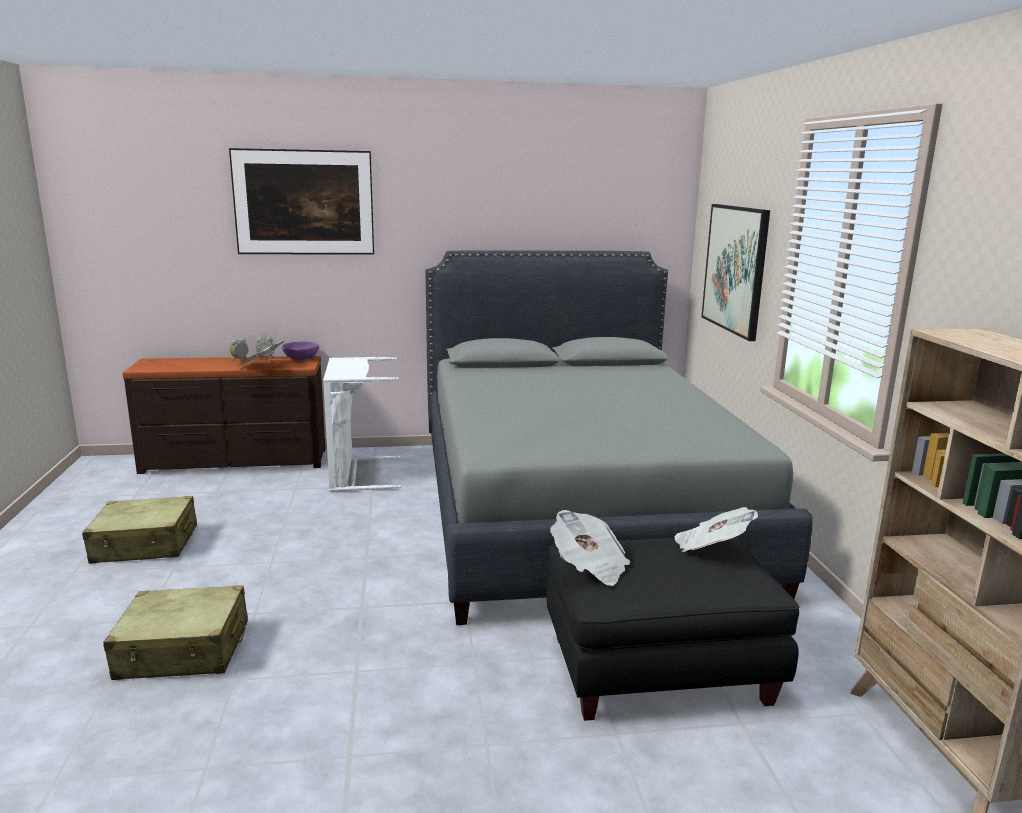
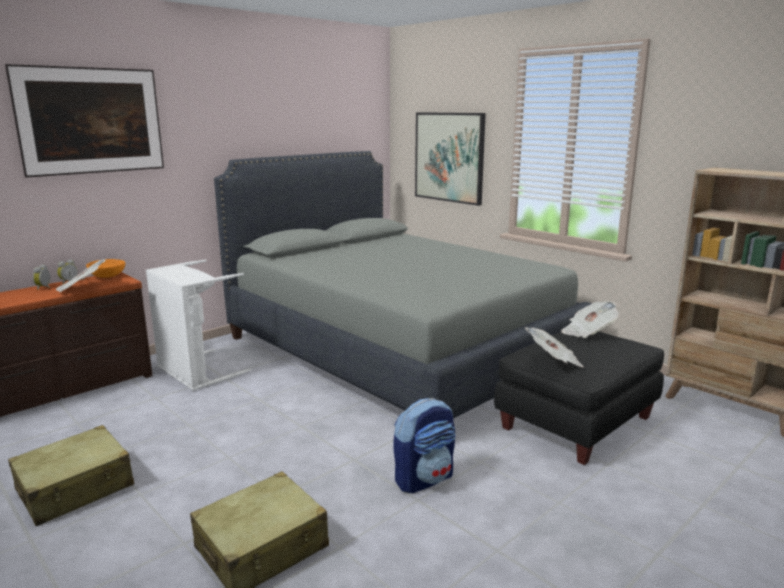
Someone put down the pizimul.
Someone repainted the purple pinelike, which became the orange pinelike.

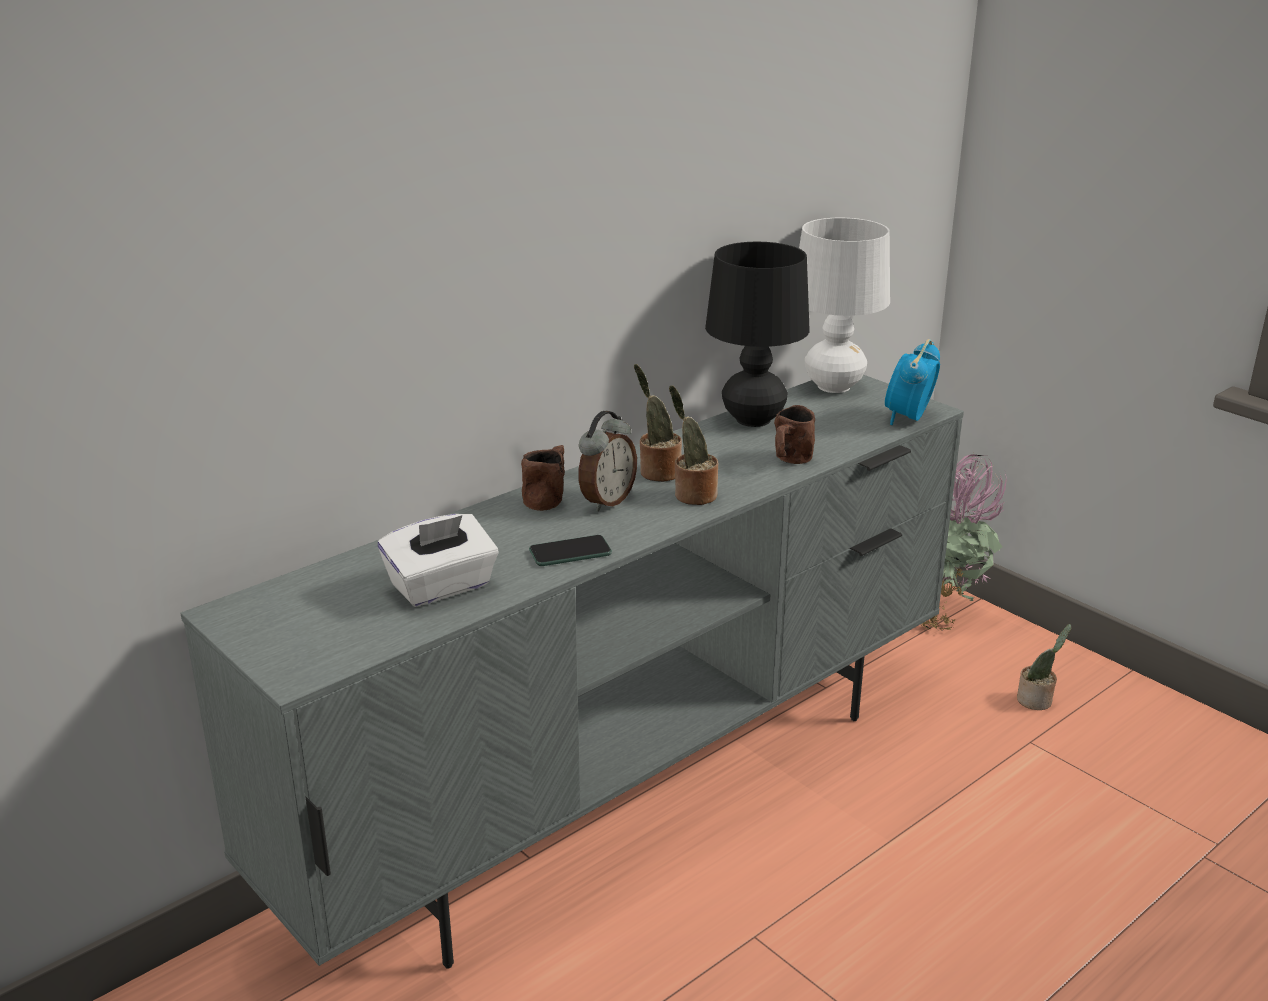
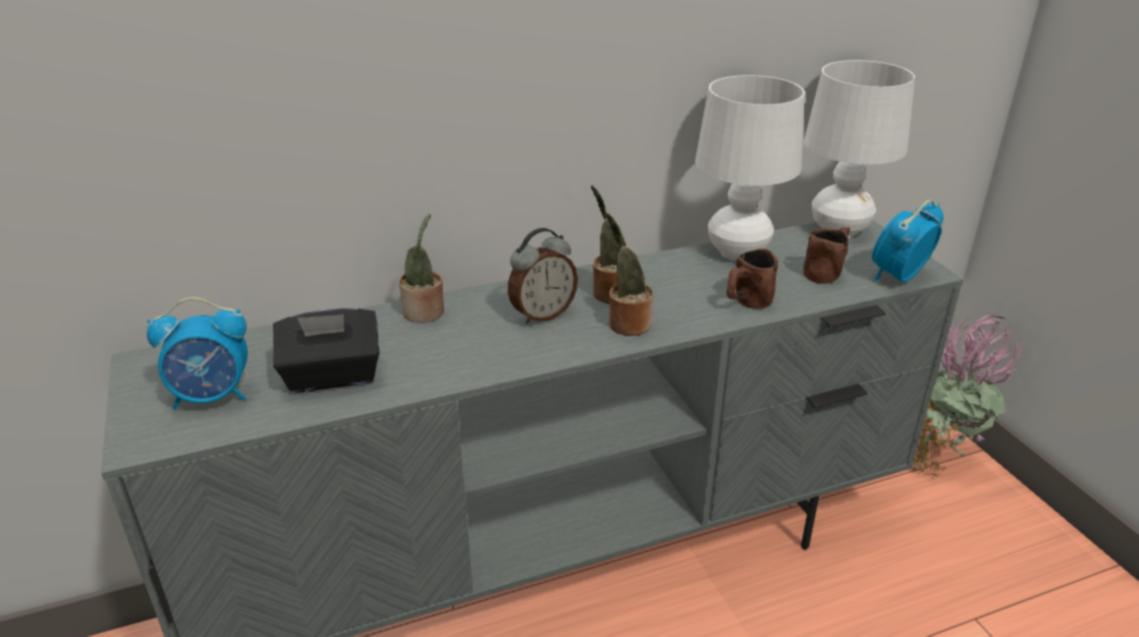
Someone took away the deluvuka.
Someone put down the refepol (no. 1 from left).
Someone carried the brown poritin (no. 1 from left in the first image).
Someone carried the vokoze (no. 4 from left in the first image).
Someone repainted the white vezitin, which became the black vezitin.
Someone repainted the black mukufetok, which became the white mukufetok (no. 1 from left).

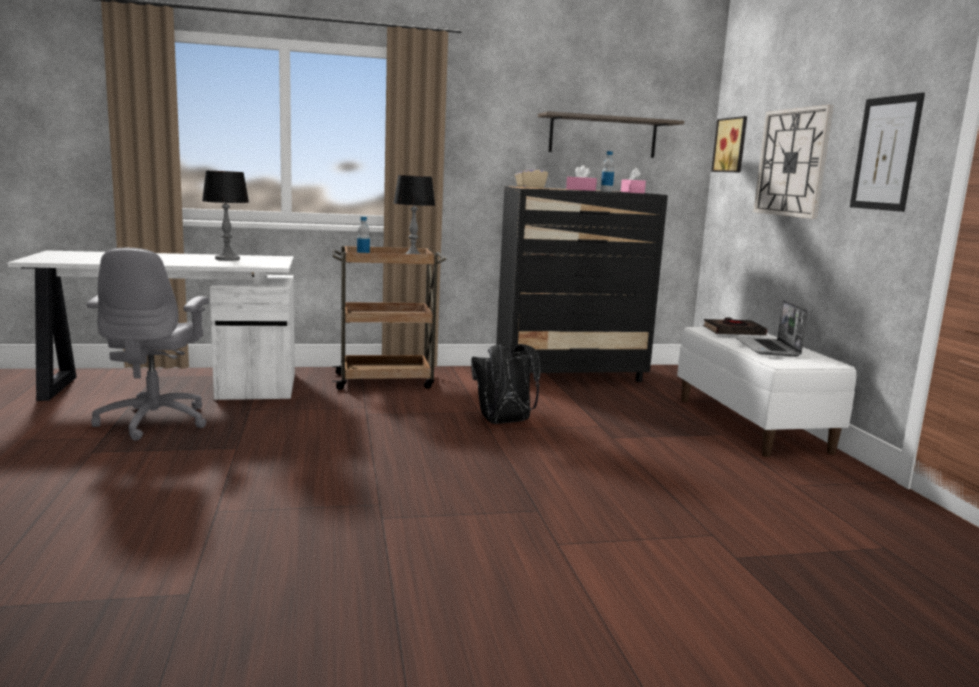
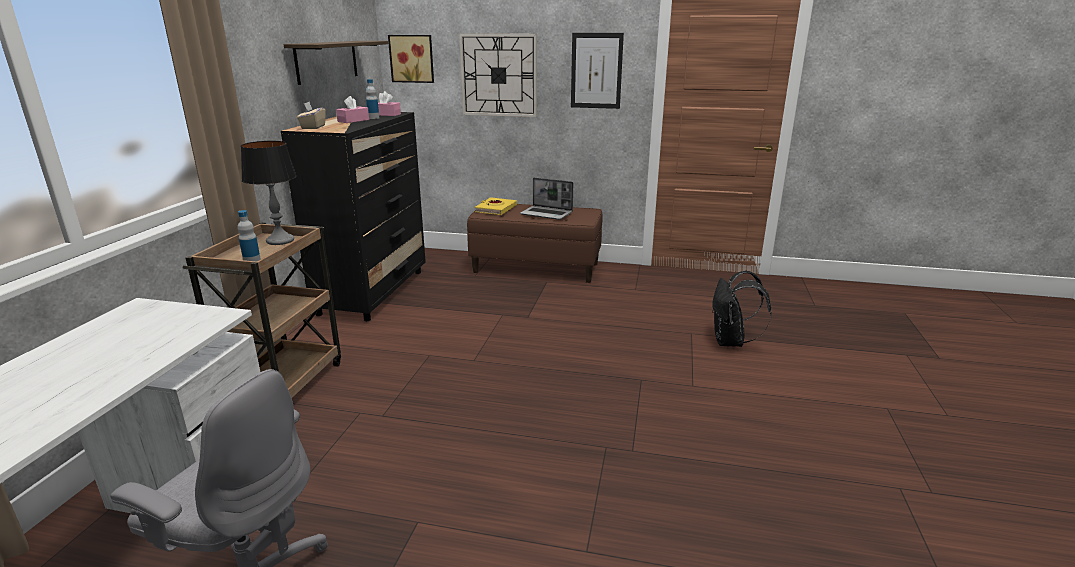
Someone took away the mukufetok (no. 1 from left).
Someone carried the black pizimul.
Someone repainted the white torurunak, which became the brown torurunak.
Someone repainted the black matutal, which became the yellow matutal.

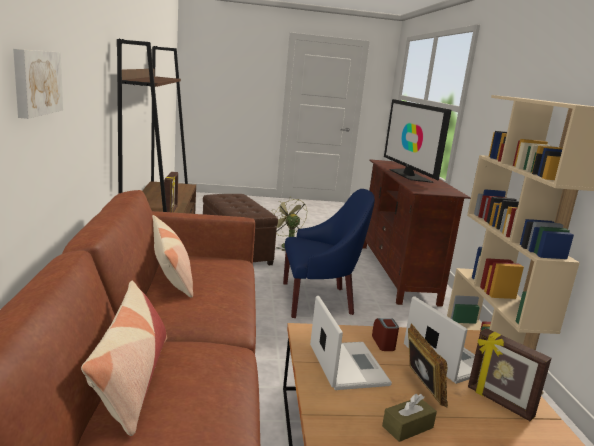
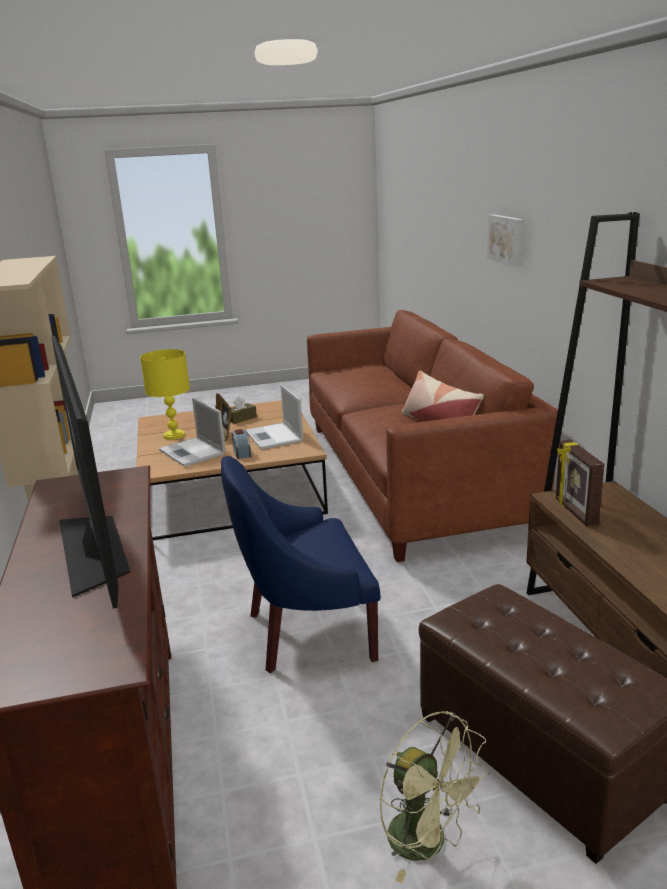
Someone took away the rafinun (no. 1 from left).
Someone swapped the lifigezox (no. 3 from left) for the yellow mukufetok.

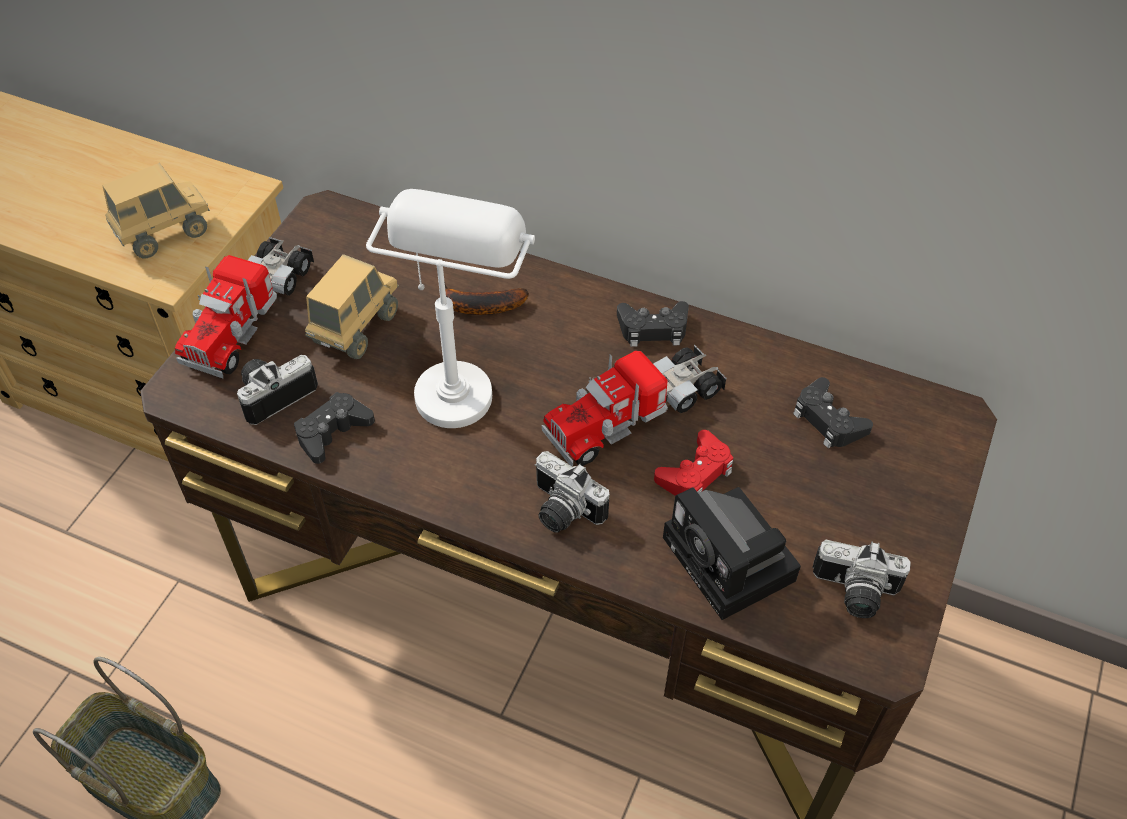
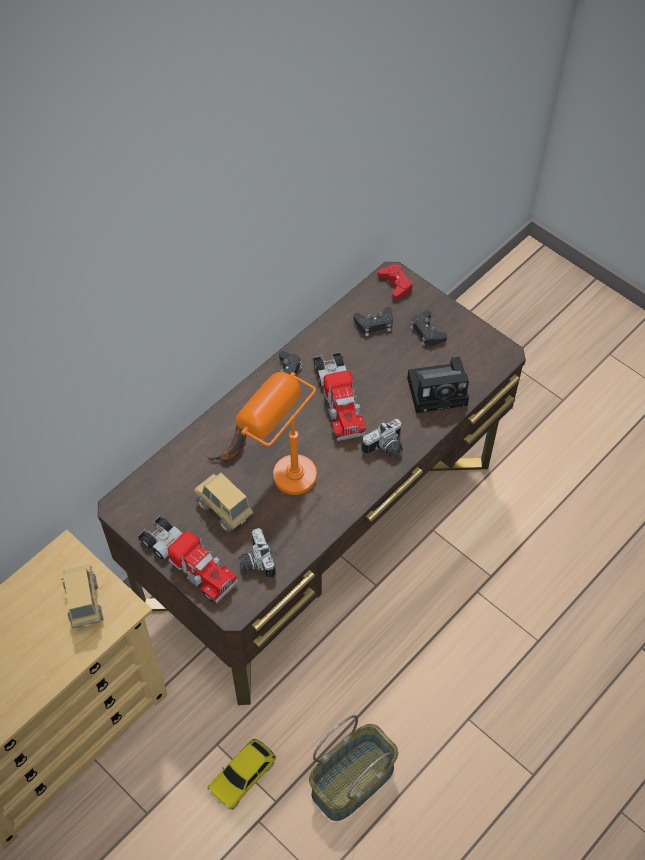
Someone took away the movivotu (no. 4 from left).
Someone put down the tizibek.
Someone carried the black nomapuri (no. 1 from left in the first image).
Someone carried the red nomapuri.
Someone repainted the white mukufetok, which became the orange mukufetok.

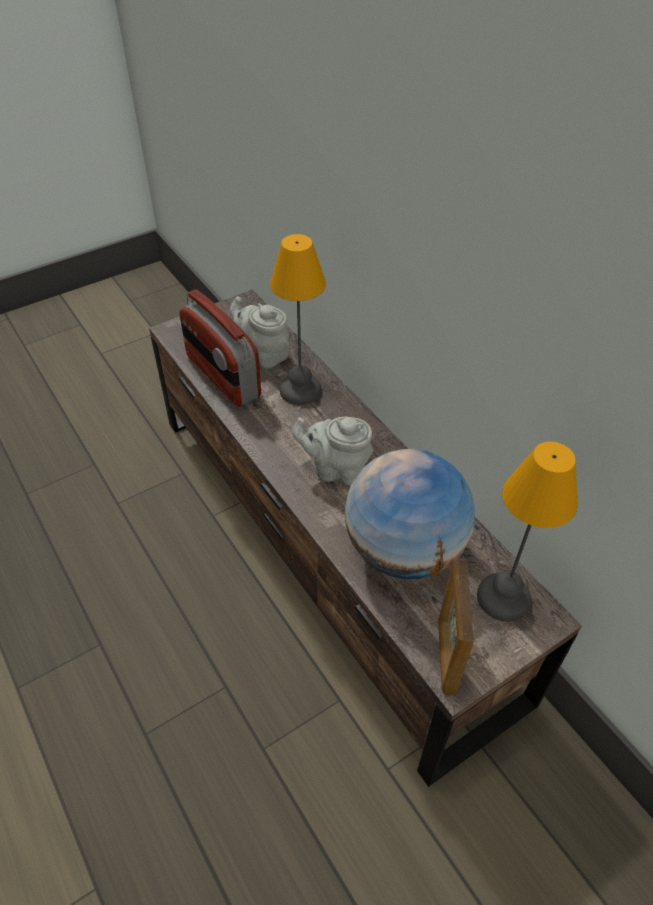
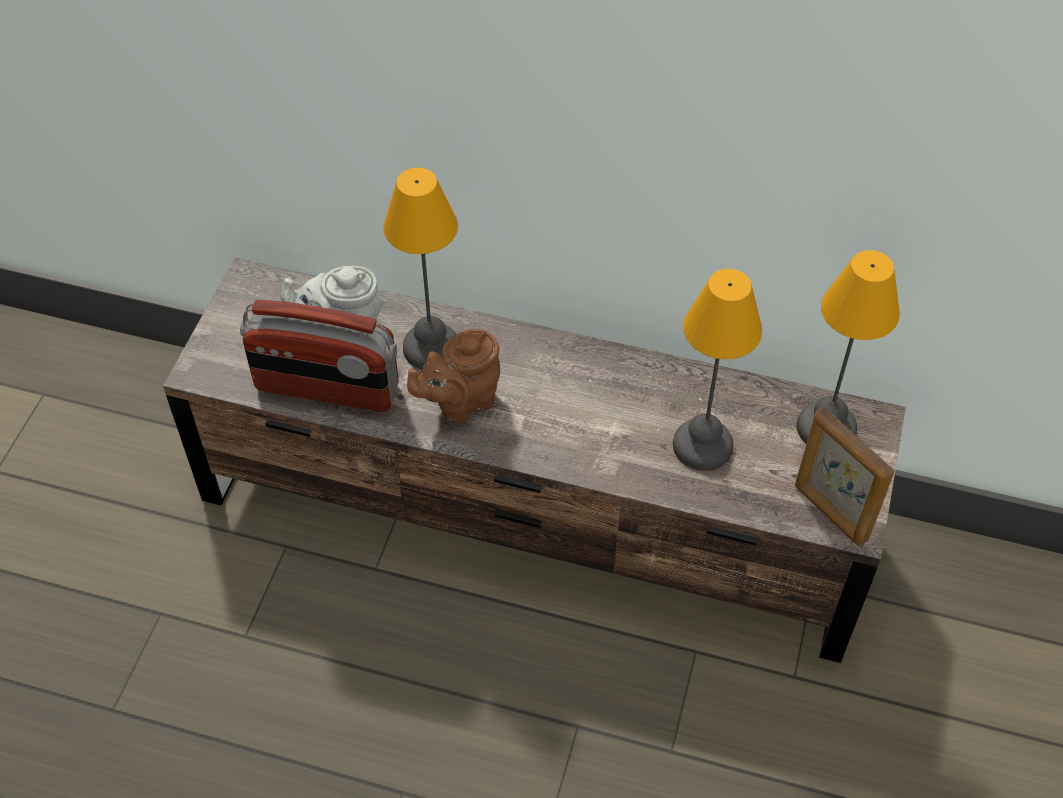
Someone took away the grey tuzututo (no. 2 from left).
Someone put down the brown tuzututo.
Someone swapped the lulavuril for the mukufetok (no. 2 from left).

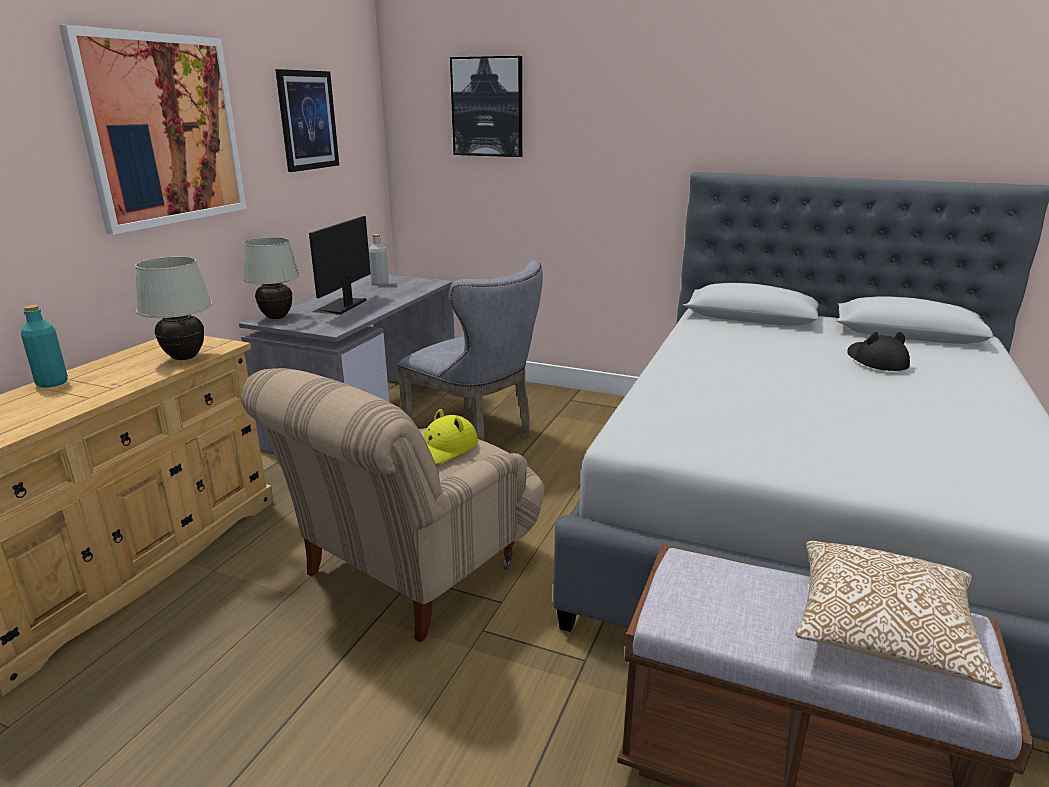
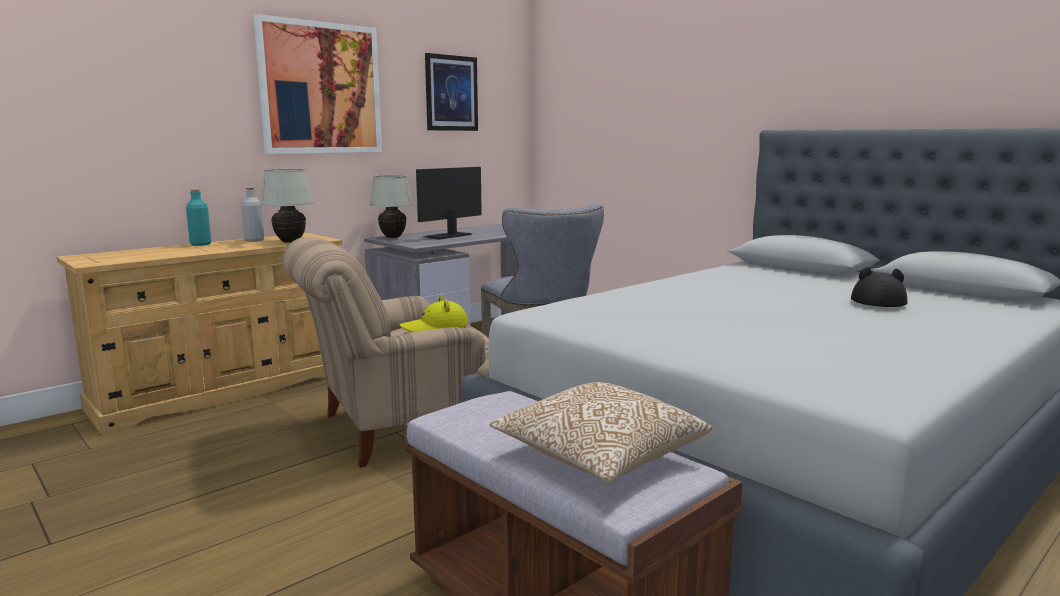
Someone took away the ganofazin (no. 3 from left).
Someone carried the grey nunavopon.

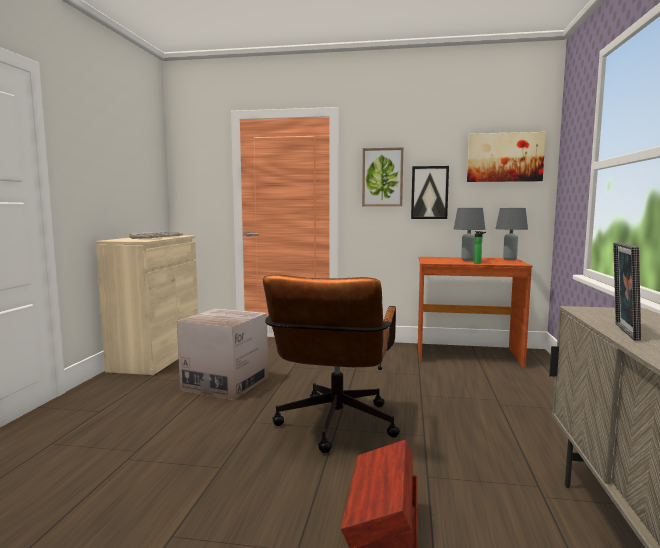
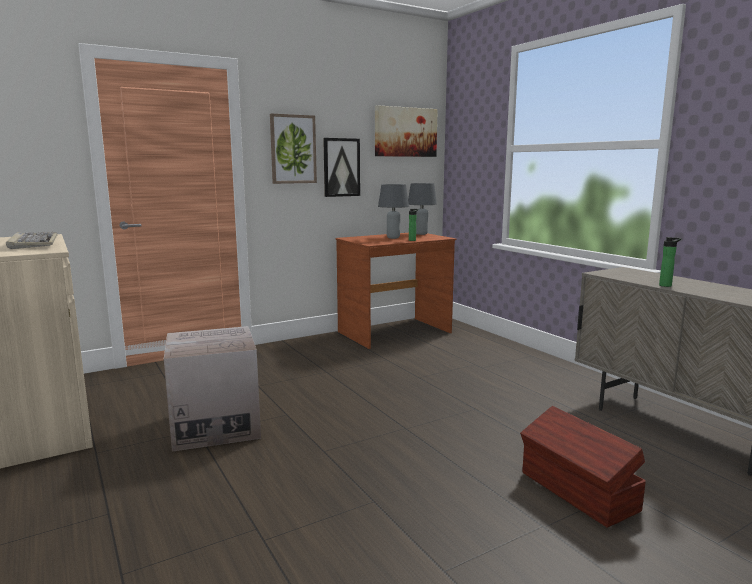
Someone took away the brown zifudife.
Someone swapped the lifigezox for the nunavopon (no. 2 from left).

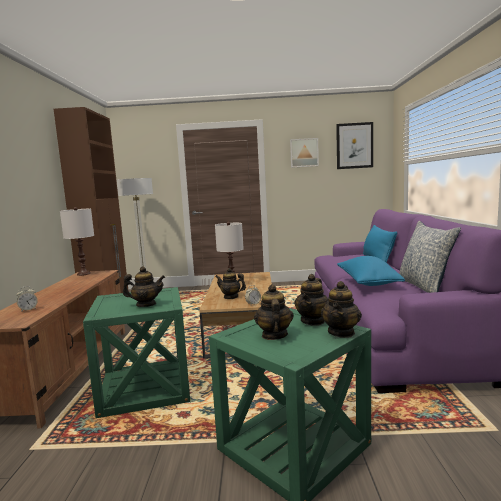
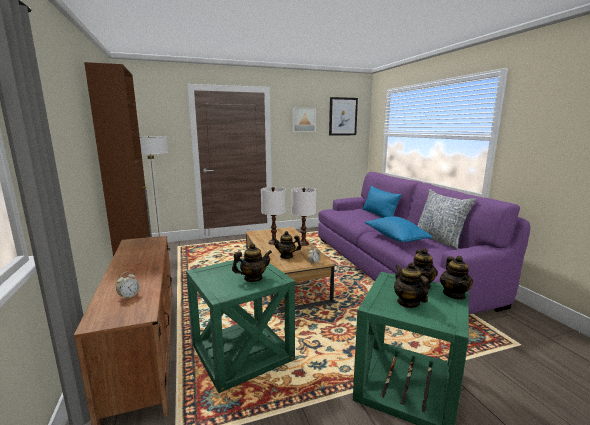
Someone carried the white mukufetok (no. 1 from left in the first image).

